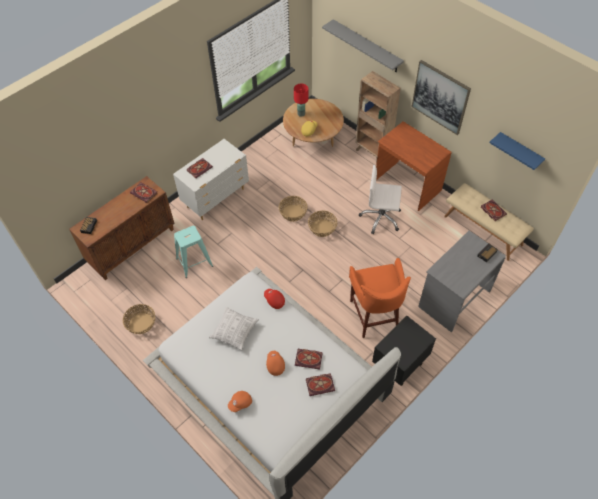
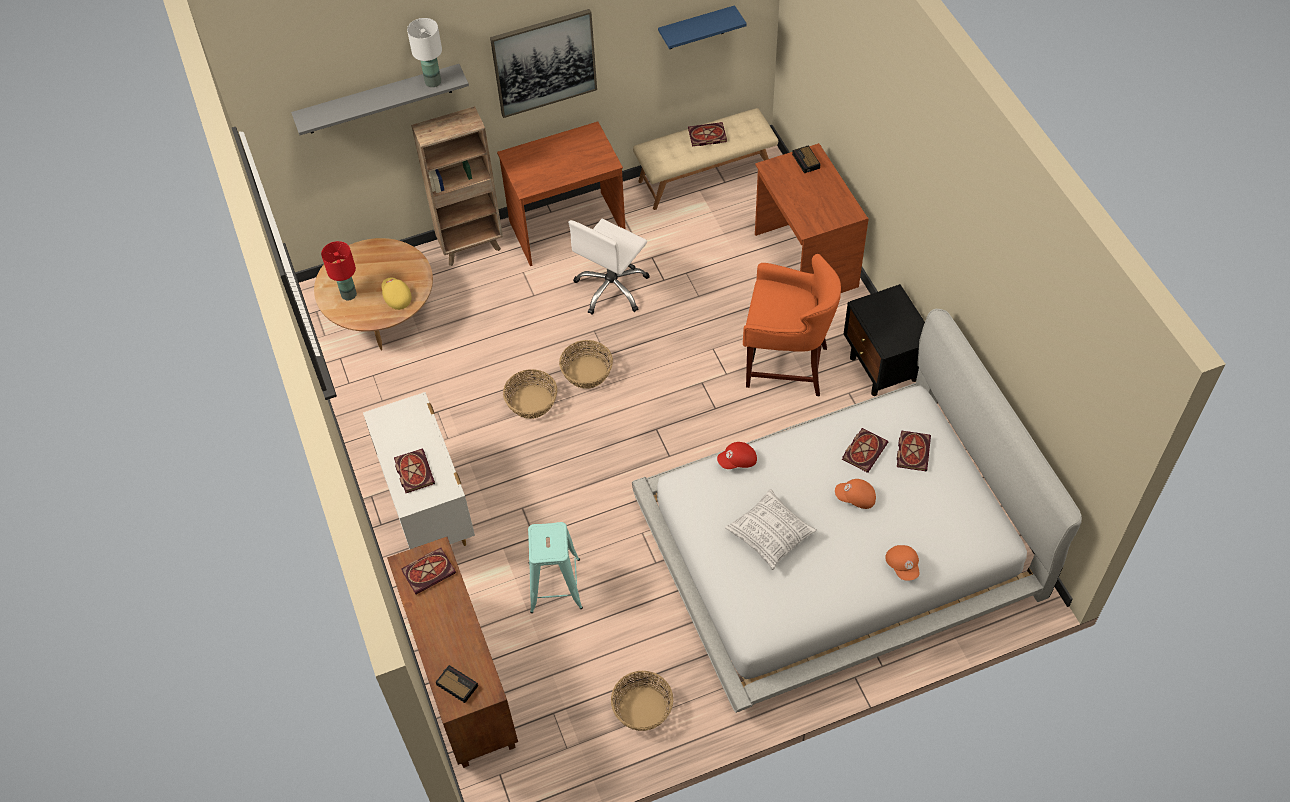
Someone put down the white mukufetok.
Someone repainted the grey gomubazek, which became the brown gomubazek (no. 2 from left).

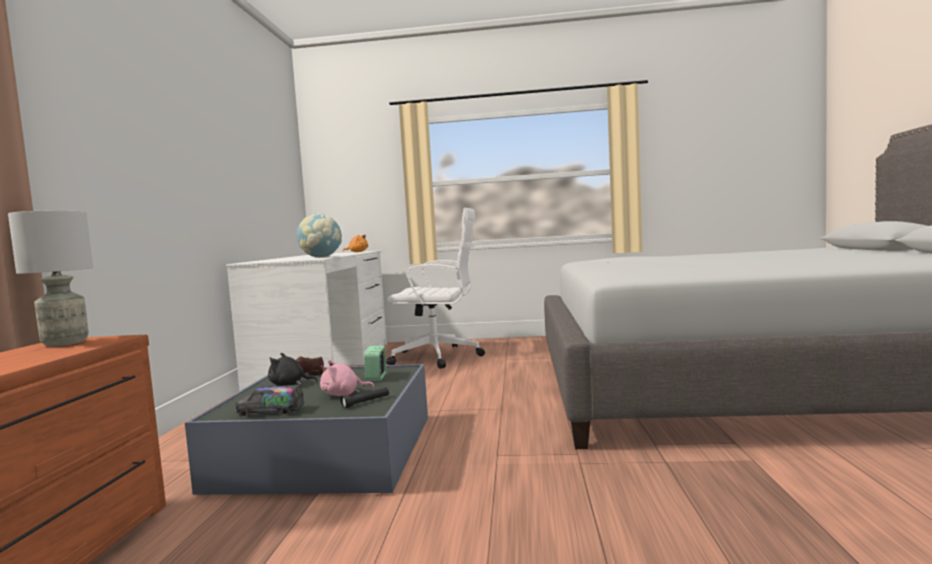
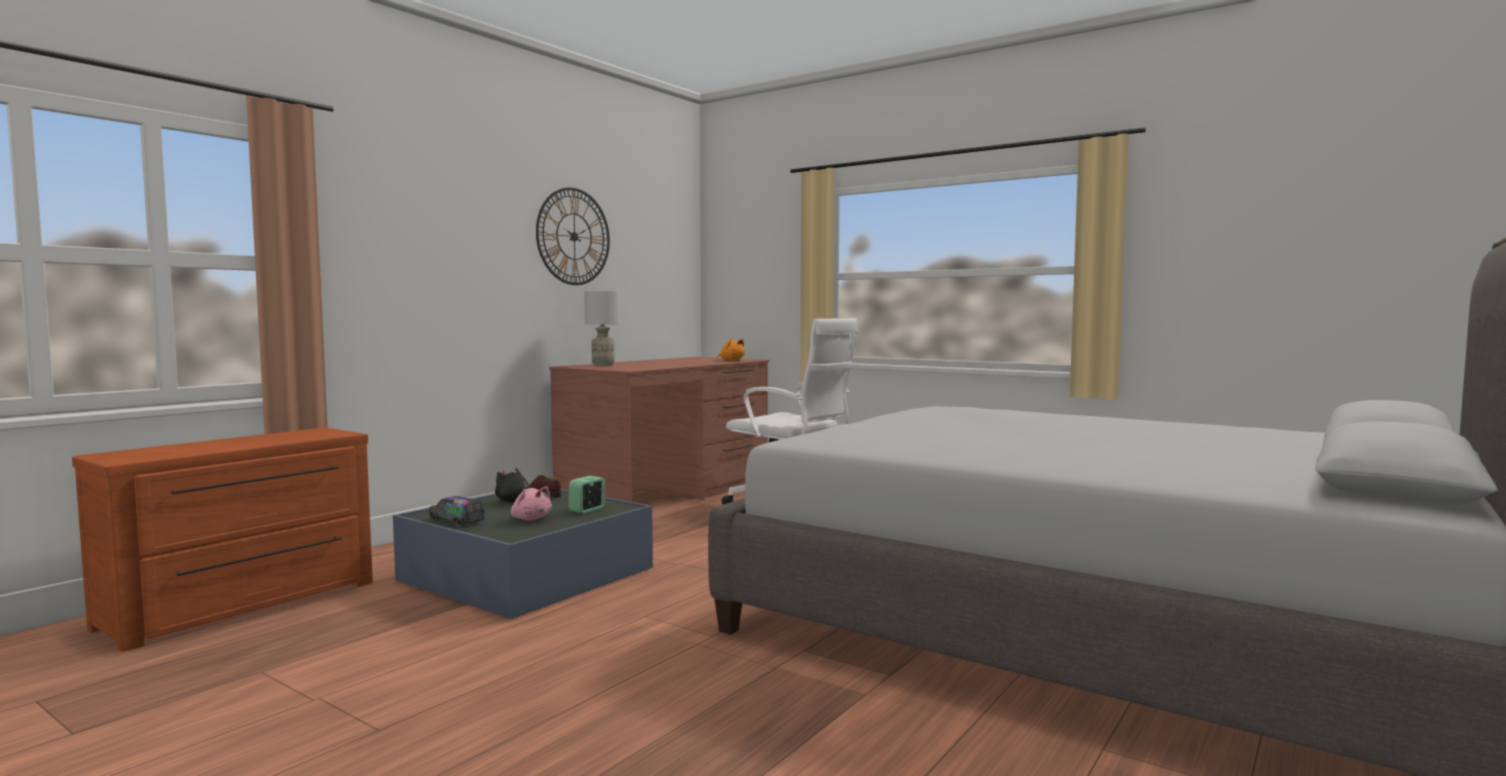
Someone took away the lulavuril.
Someone took away the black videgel.
Someone put up the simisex.
Someone carried the grey mukufetok.
Someone repainted the white gomubazek, which became the brown gomubazek.
Someone rotated the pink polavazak by 150 degrees counterclockwise.

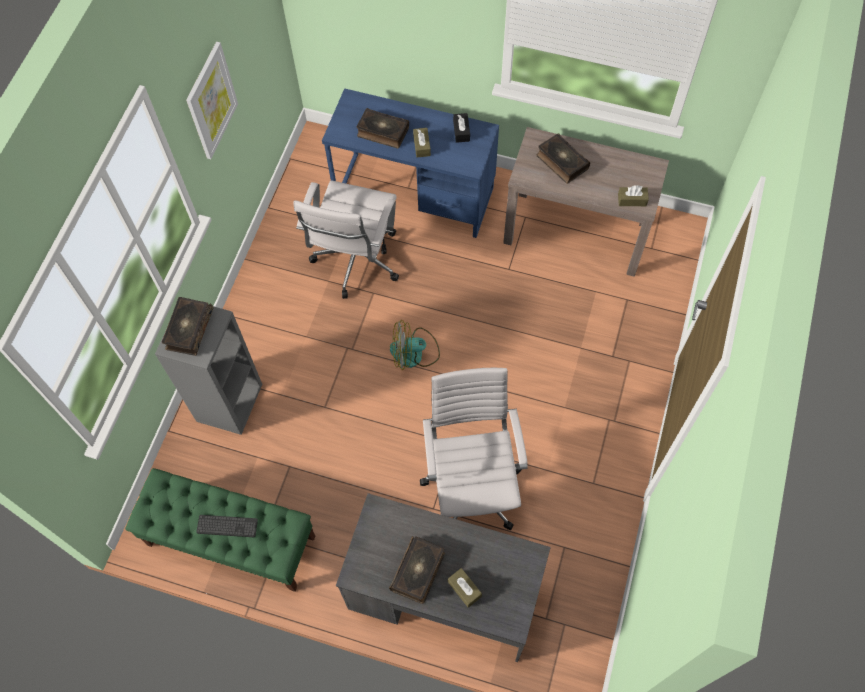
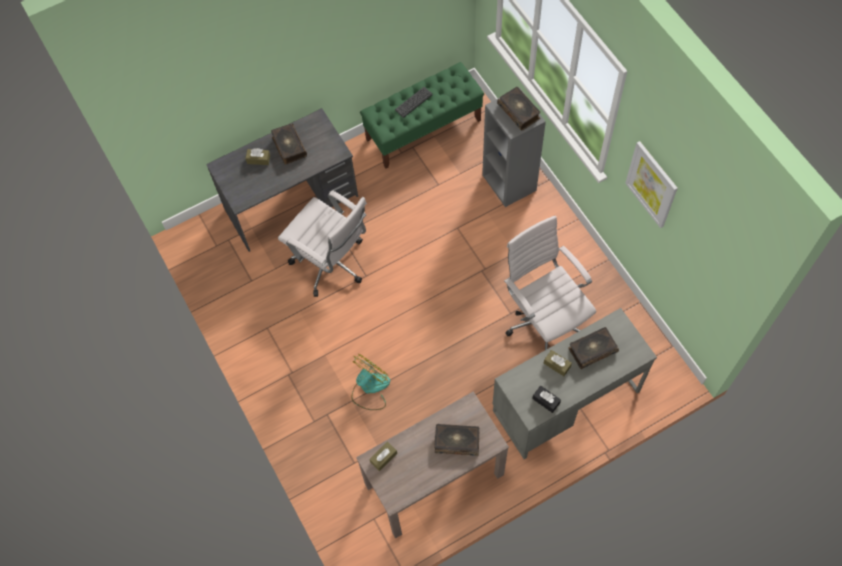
Someone carried the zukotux.
Someone repainted the blue gomubazek, which became the grey gomubazek (no. 2 from left).

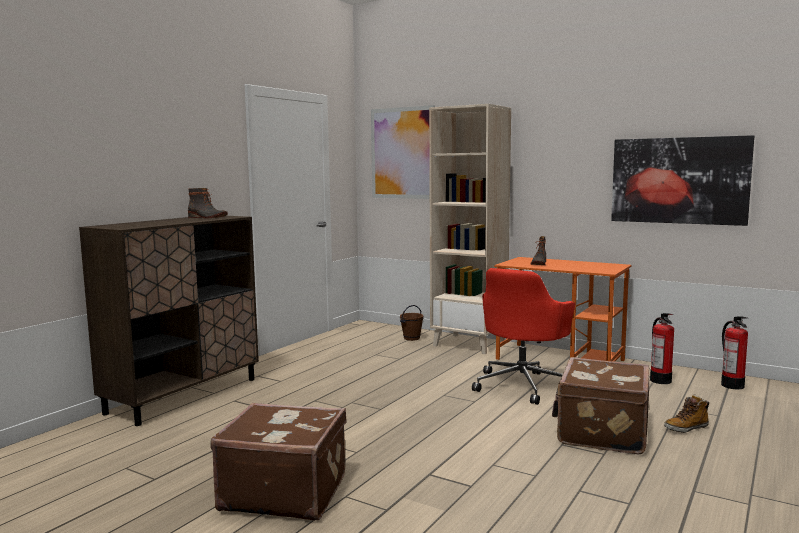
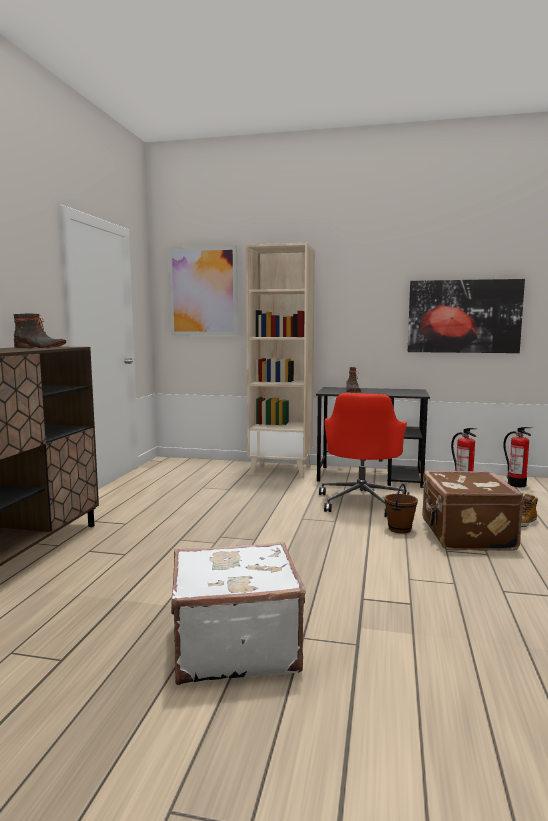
Someone carried the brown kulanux.
Someone repainted the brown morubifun (no. 1 from left), which became the white morubifun.
Someone repainted the orange gomubazek, which became the black gomubazek.

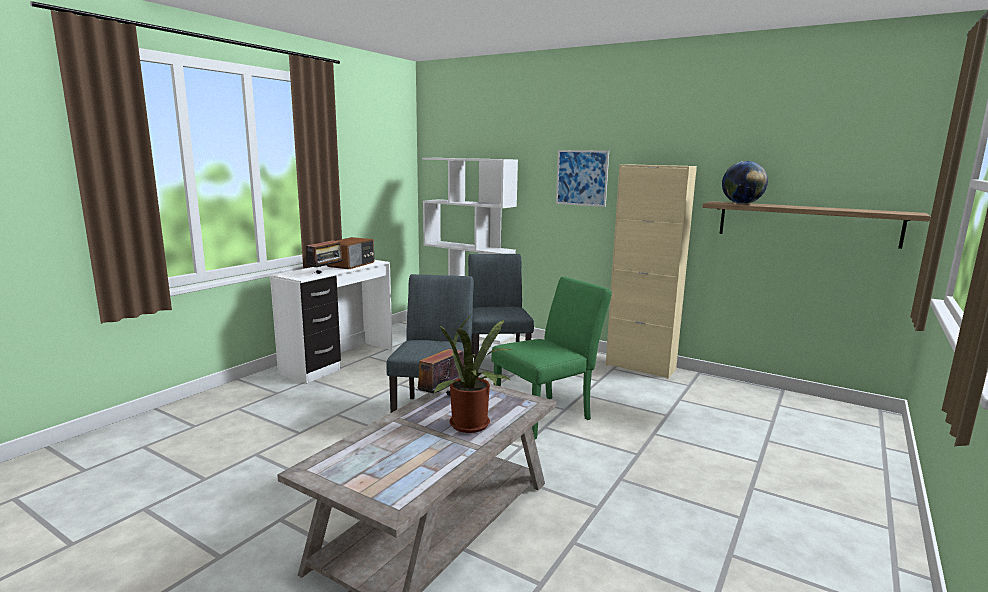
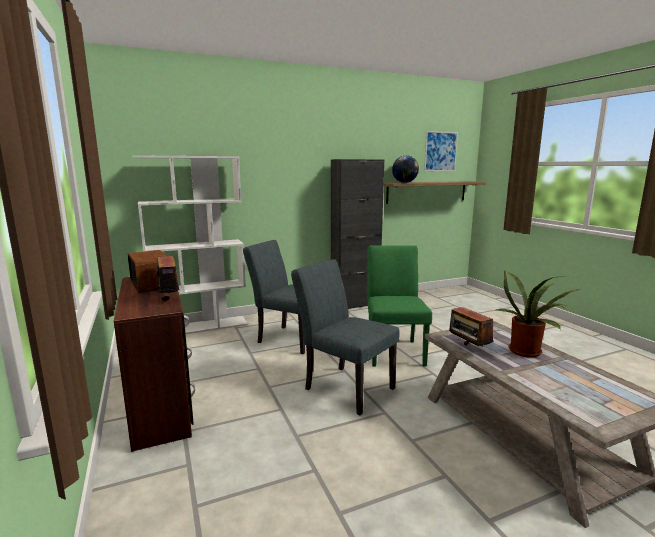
Someone carried the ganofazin.
Someone repainted the white gomubazek, which became the brown gomubazek.
Someone repainted the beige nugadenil, which became the black nugadenil.

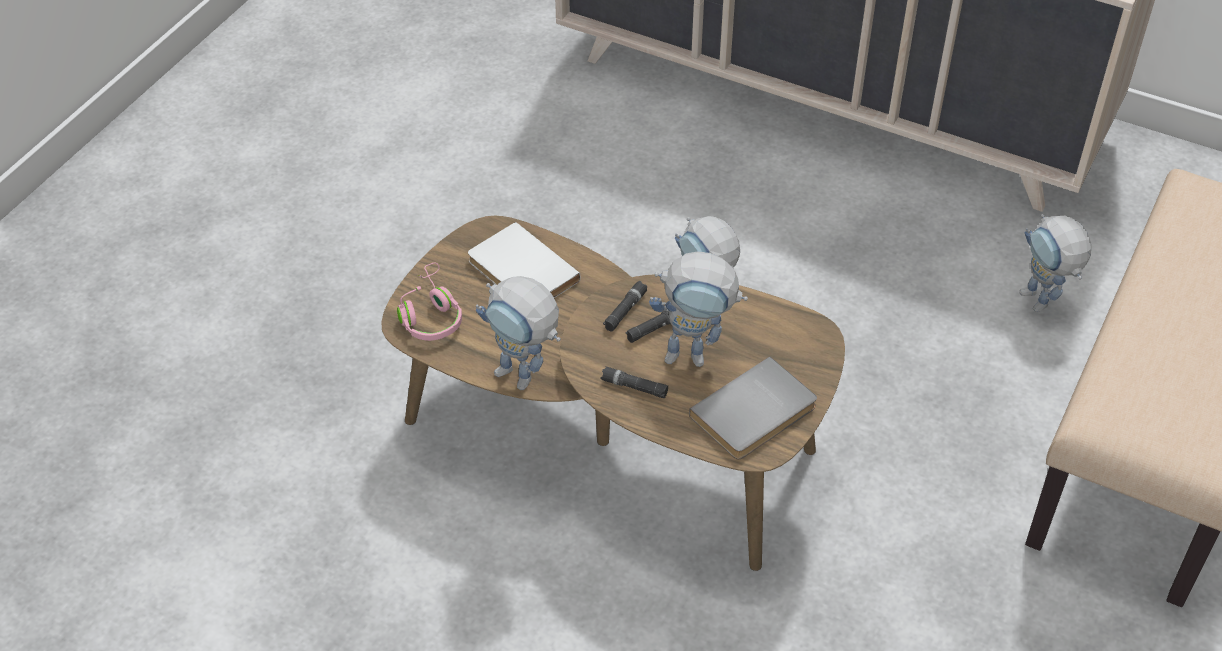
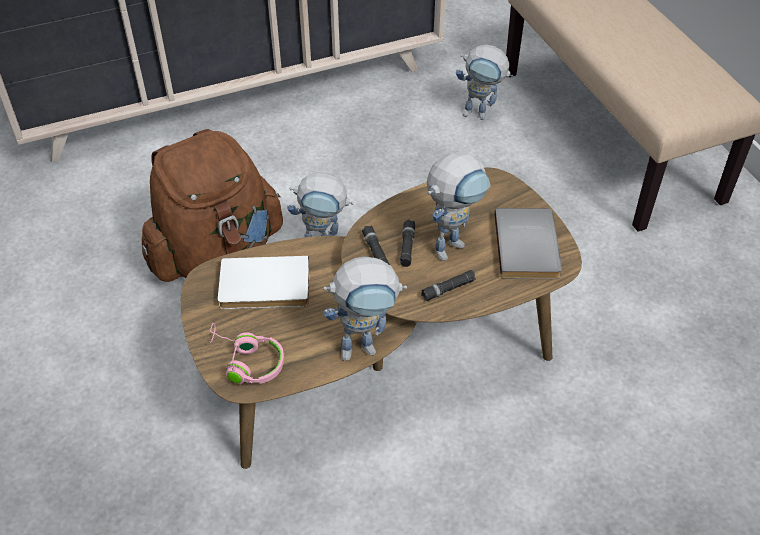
Someone put down the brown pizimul.

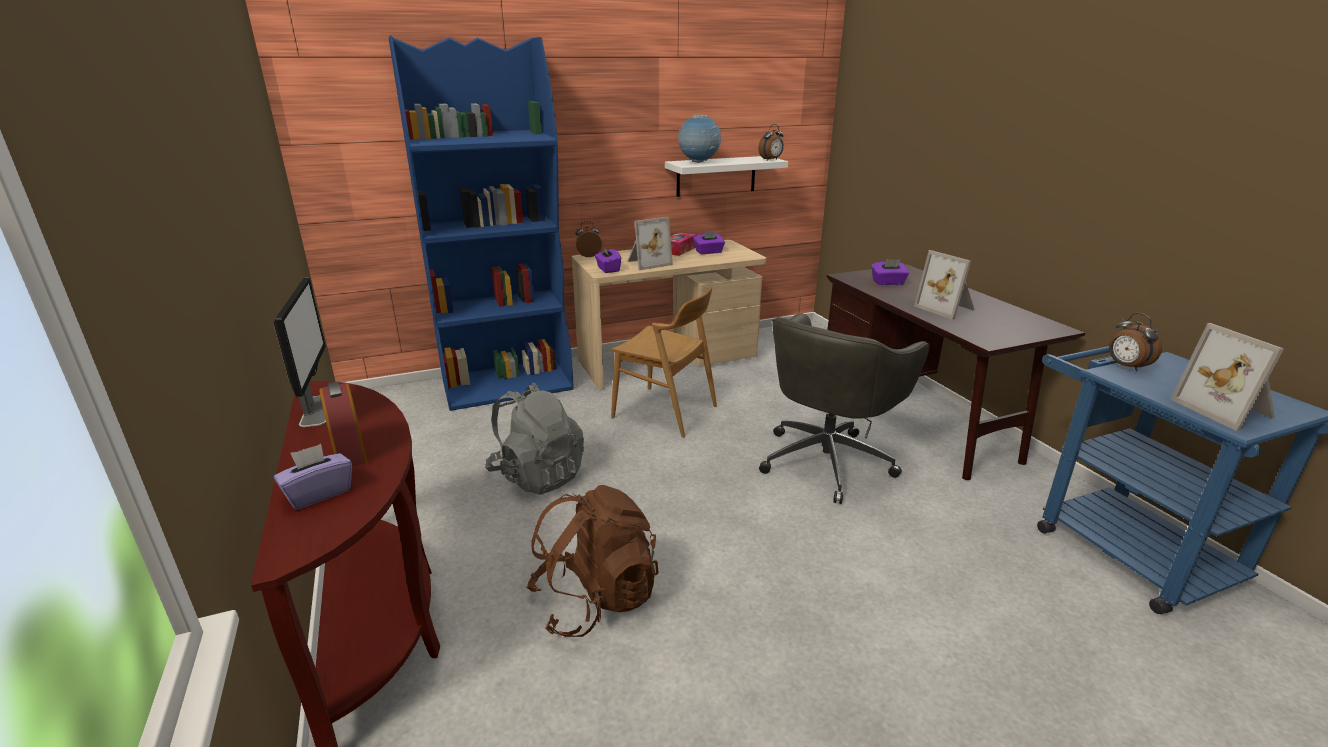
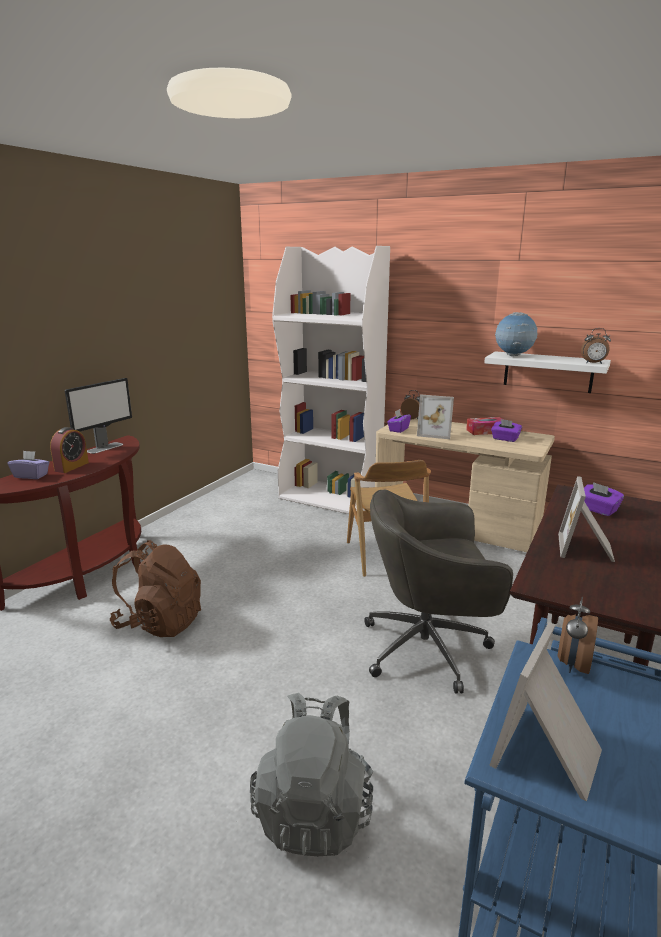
Someone carried the grey pizimul.
Someone repainted the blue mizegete, which became the white mizegete.

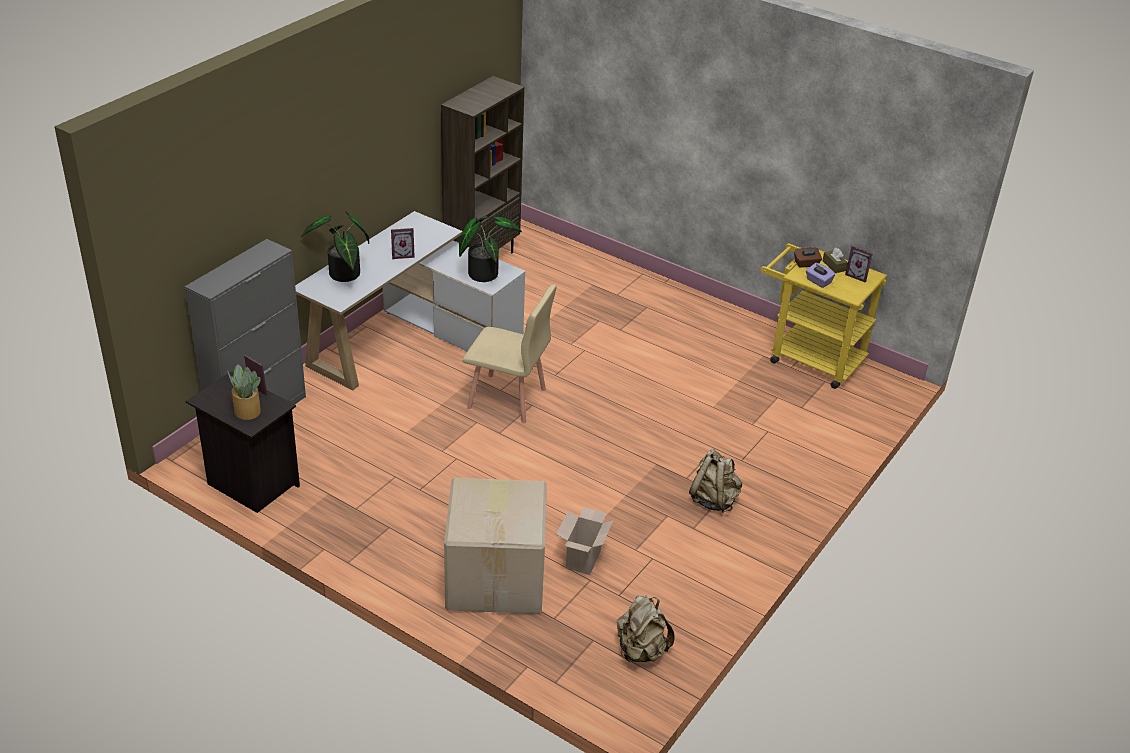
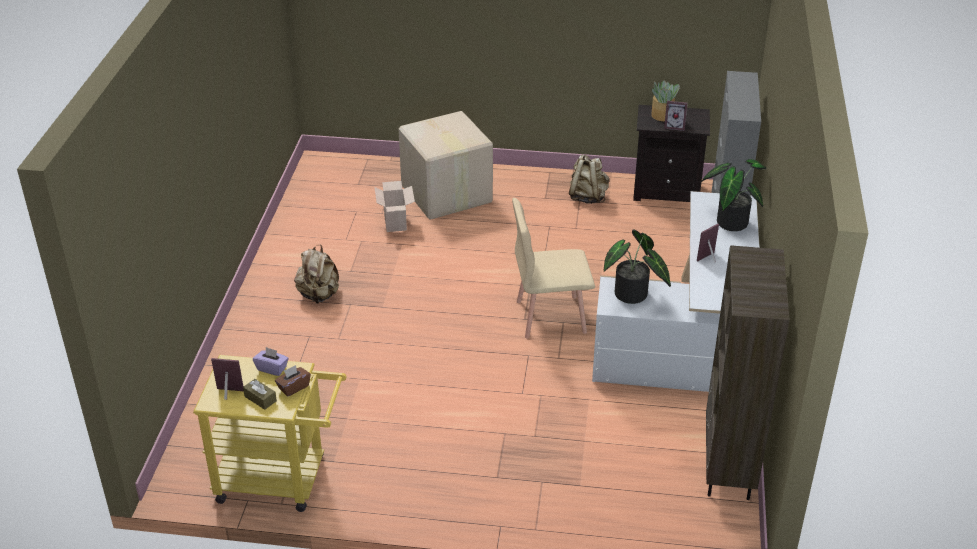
Someone carried the beige pizimul (no. 1 from left in the first image).

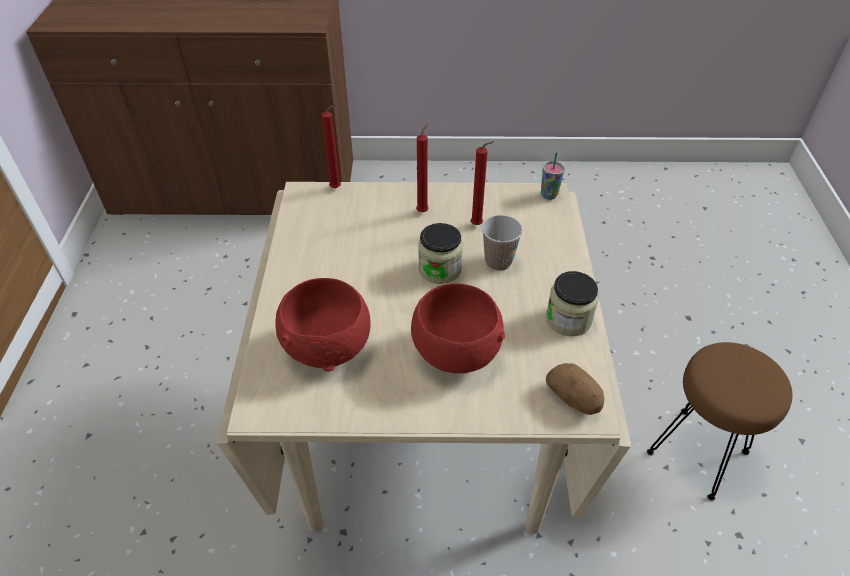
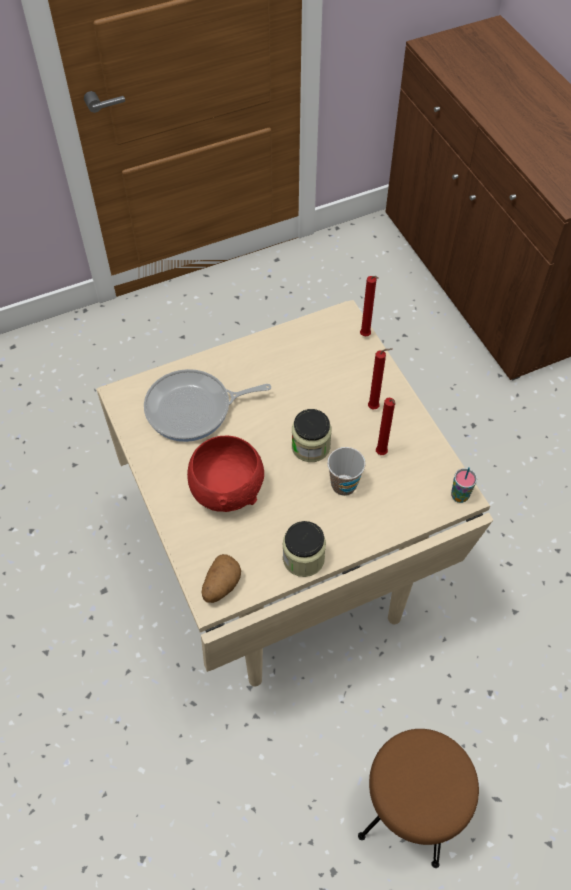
Someone swapped the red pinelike (no. 1 from left) for the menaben.

